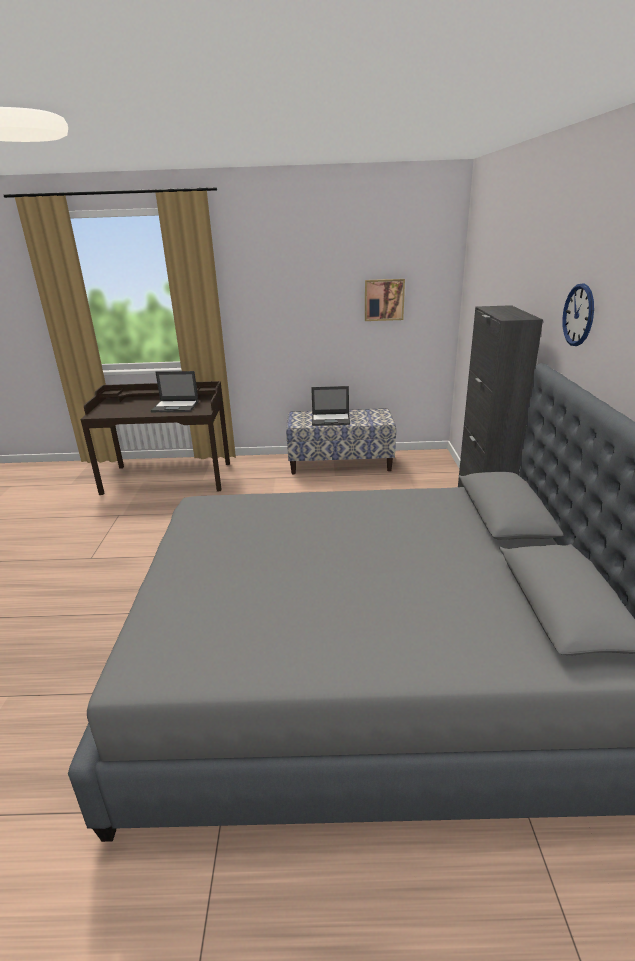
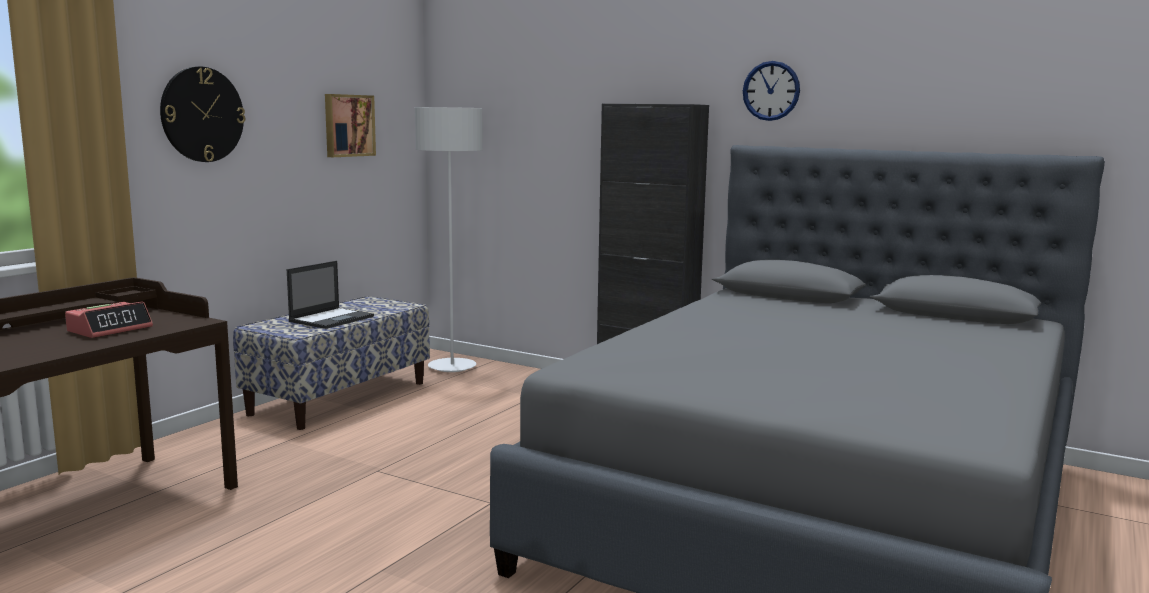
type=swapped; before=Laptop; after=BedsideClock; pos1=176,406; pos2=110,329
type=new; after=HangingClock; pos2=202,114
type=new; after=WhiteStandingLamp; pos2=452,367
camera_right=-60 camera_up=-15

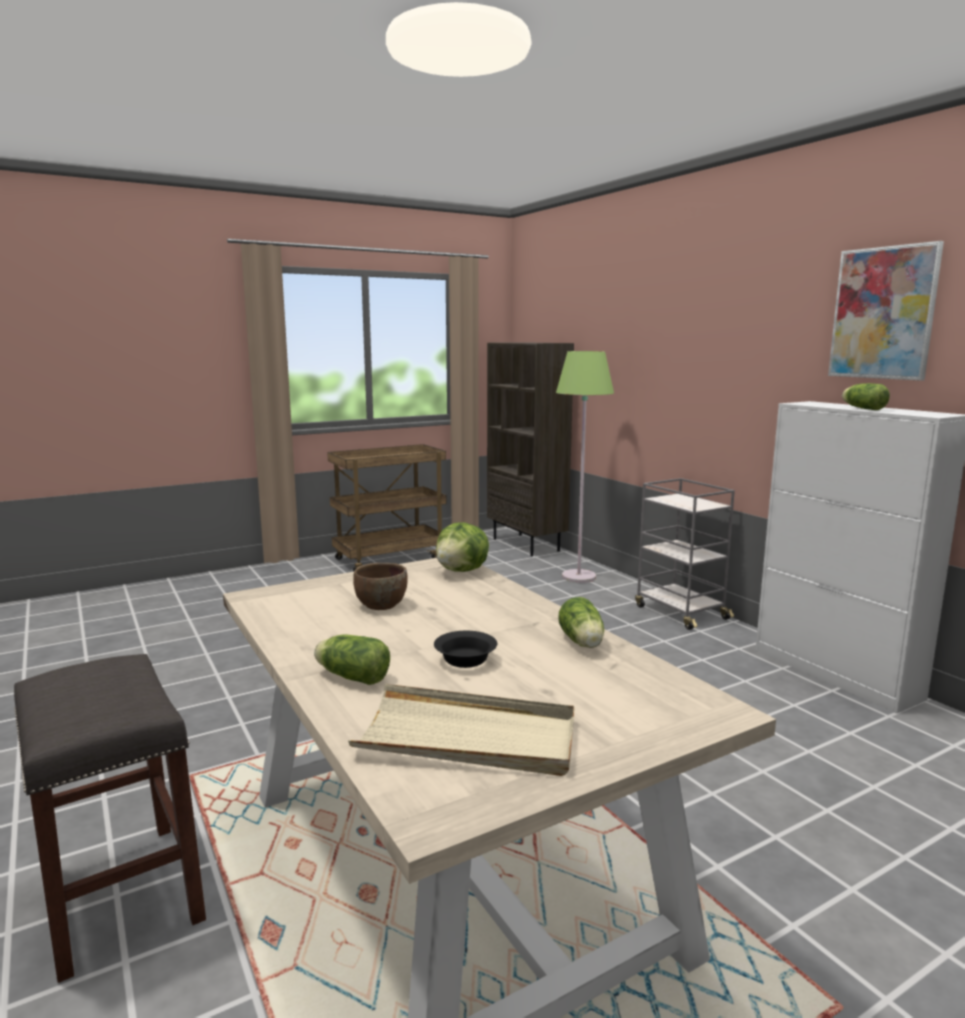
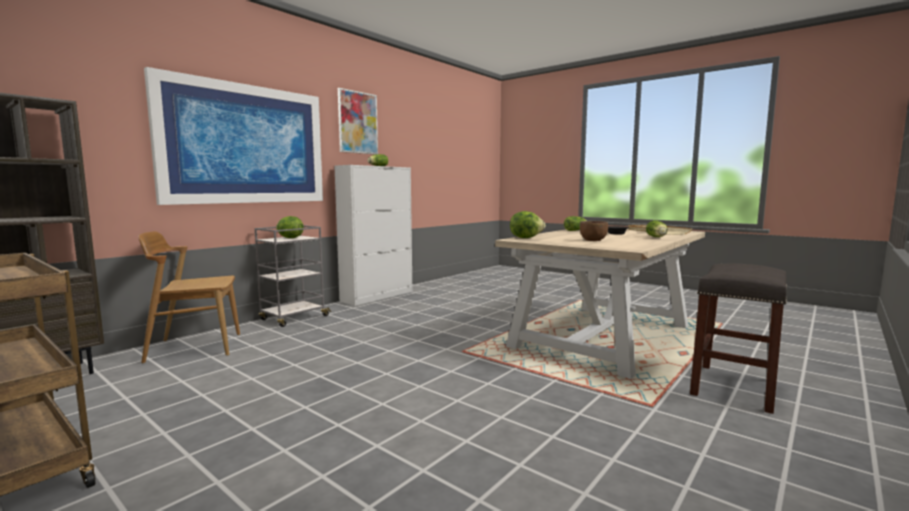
type=swapped; before=GreenColouredStandingLamp; after=BrownColouredChair; pos1=579,577; pos2=194,347
type=new; after=WallArt; pos2=245,144
type=new; after=Lettuce; pos2=289,238
camera_right=-110 camera_up=-5

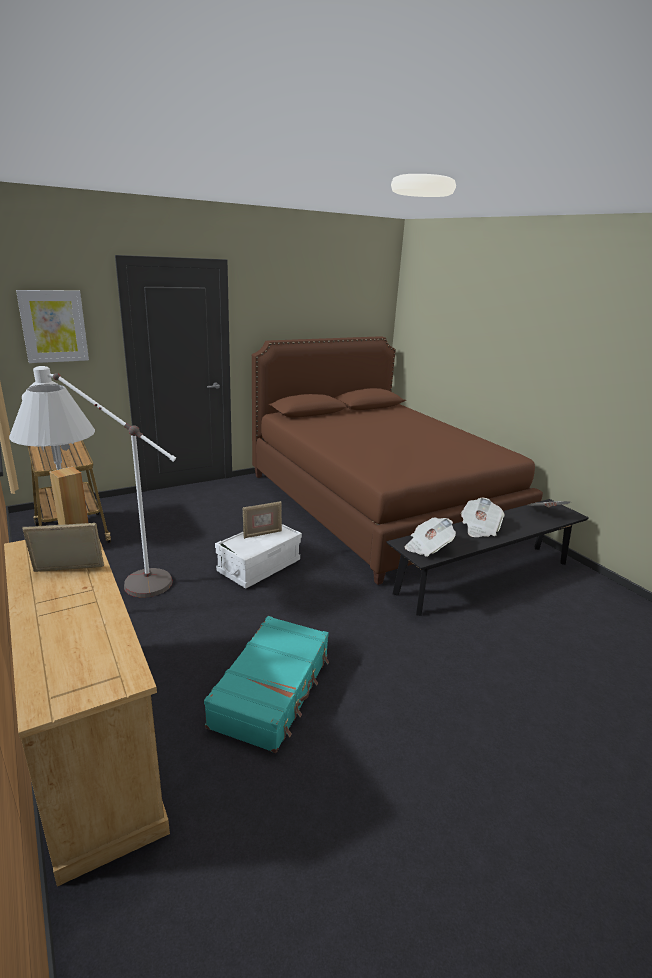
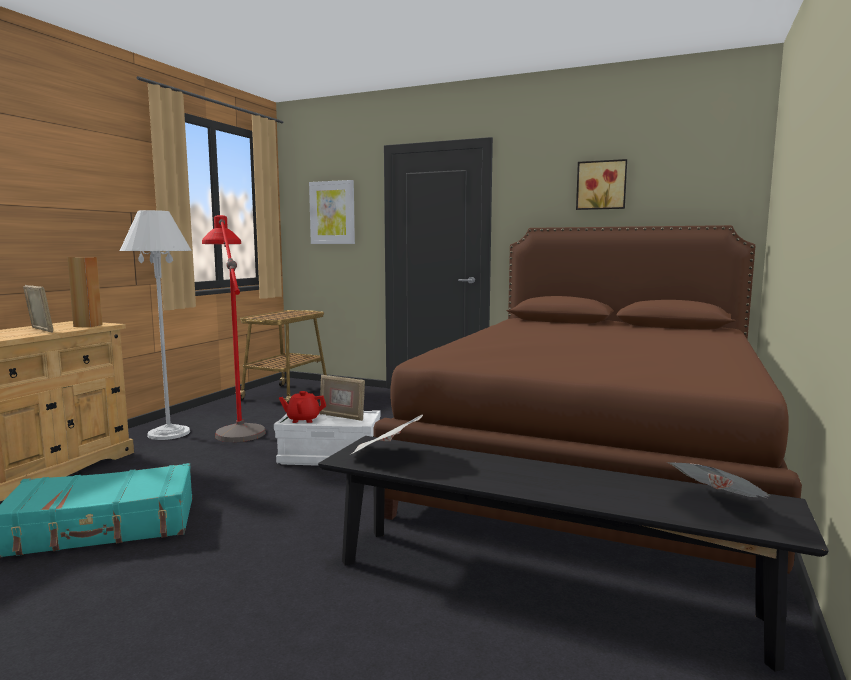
type=repainted; before=WhiteStandingLamp; after=RedColouredStandingLamp; pos1=118,578; pos2=236,424
type=new; after=RedColouredTeaPot; pos2=303,419
type=new; after=WallArt; pos2=601,185
type=gone; before=Newspaper; pos1=479,528
camera_right=55 camera_up=-15

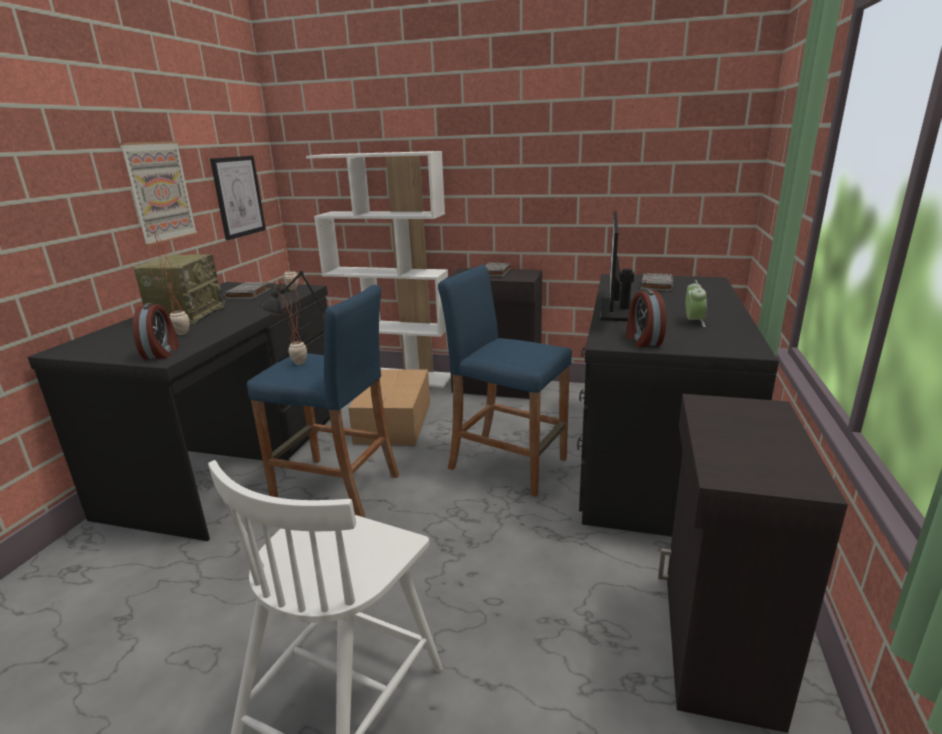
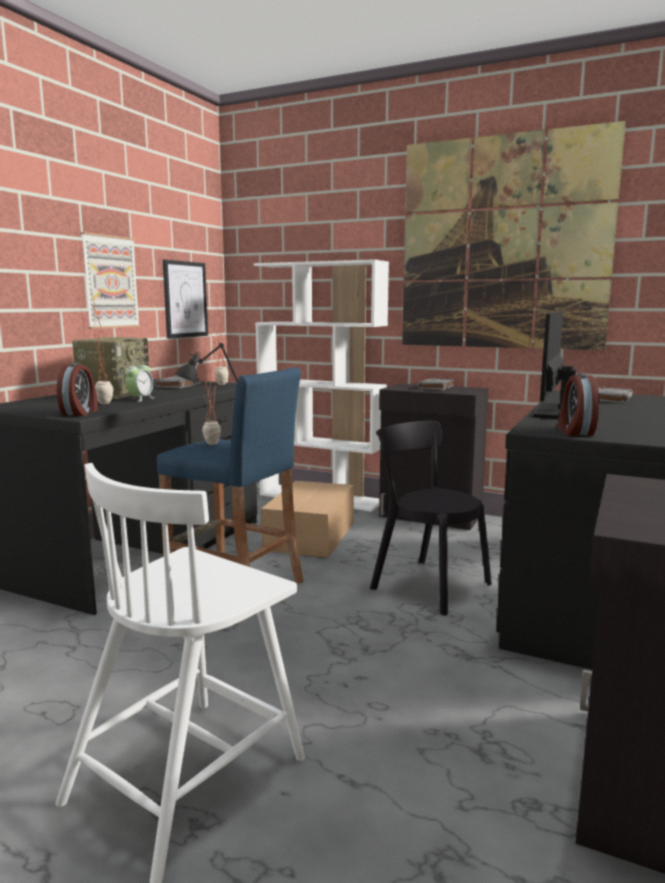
type=shifted; before=BedsideClock; pos1=693,322; pos2=140,399
type=swapped; before=BlueColouredSittingStool; after=BlackChair; pos1=508,464; pos2=426,584
type=new; after=WallArt; pos2=503,244
camera_right=10 camera_up=-10

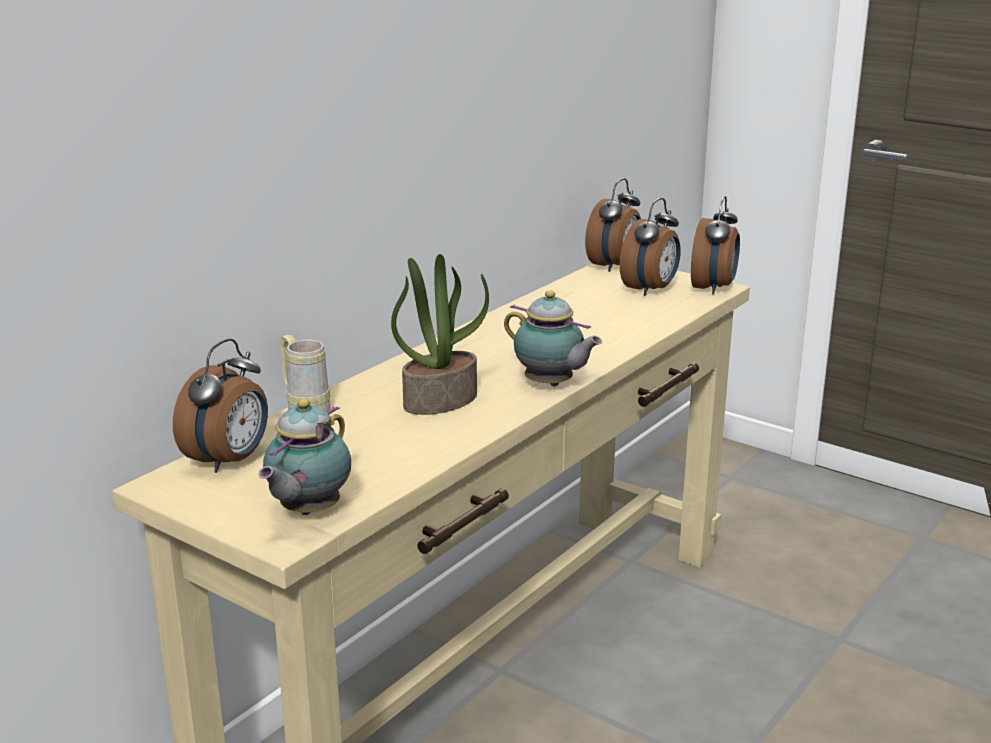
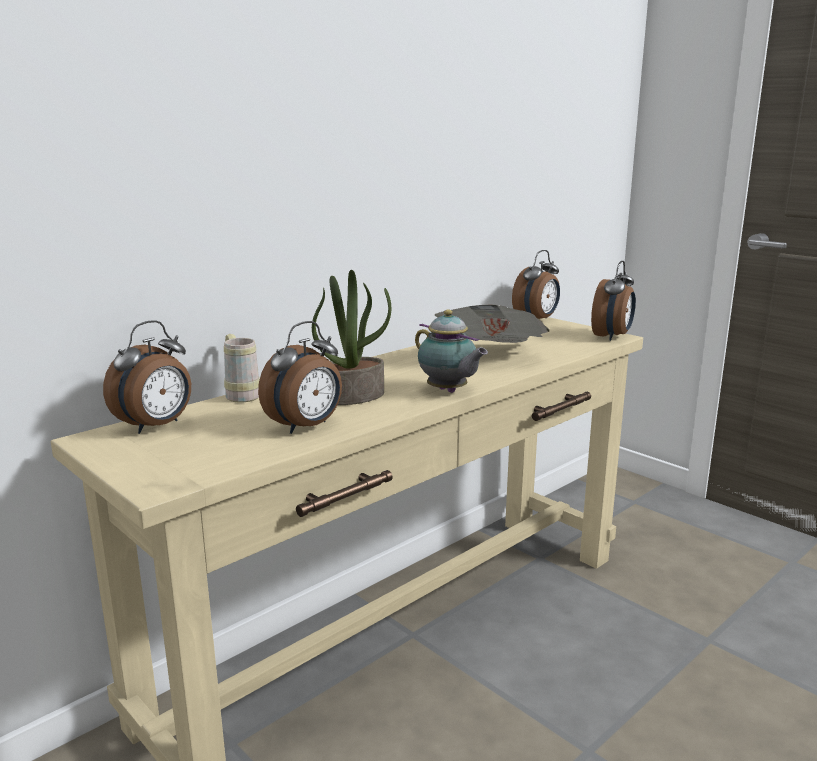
type=shifted; before=BedsideClock; pos1=651,290; pos2=306,427
type=new; after=Newspaper; pos2=493,356
type=gone; before=TeaPot; pos1=307,512
camera_right=10 camera_up=-5

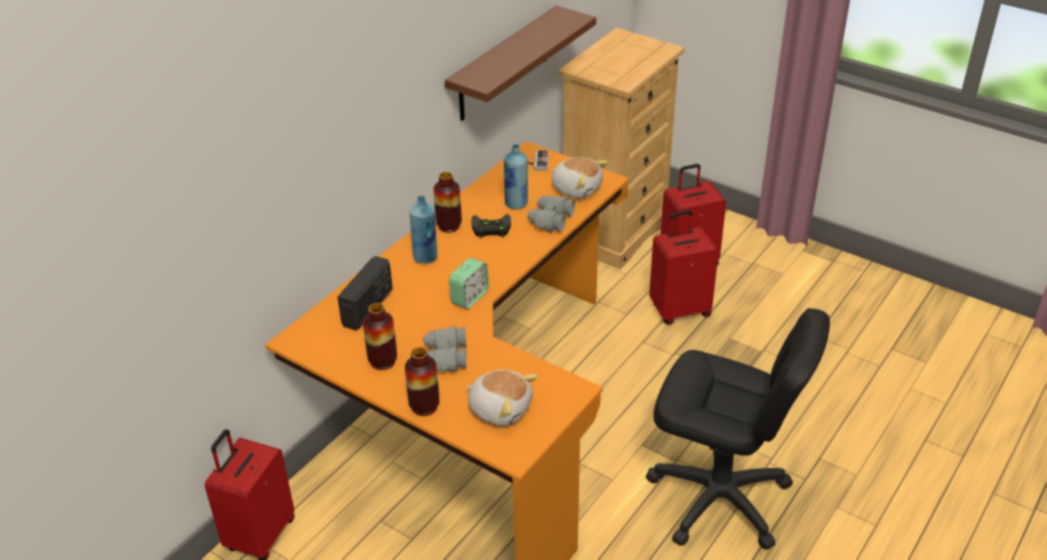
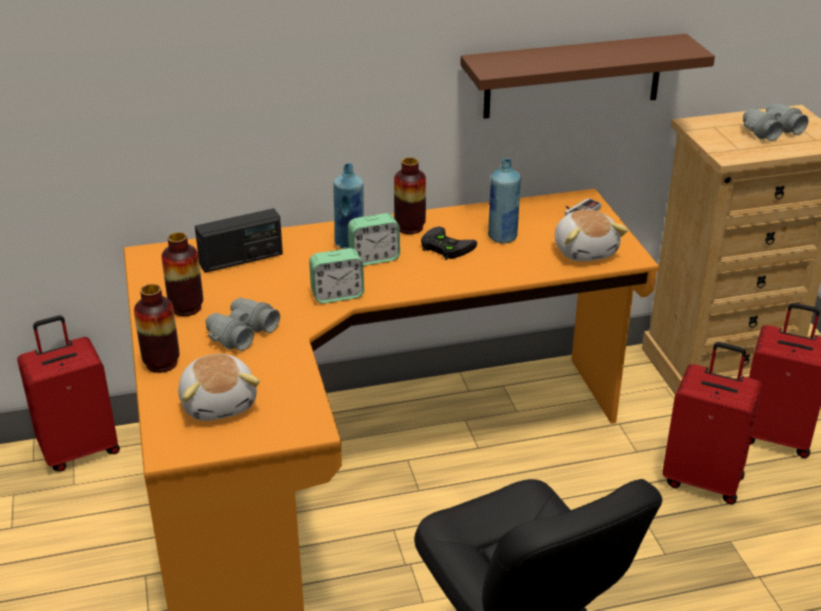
type=new; after=BedsideClock; pos2=374,258
type=shifted; before=GrayPairOfBinoculars; pos1=550,220; pos2=770,131
camera_right=40 camera_up=-5

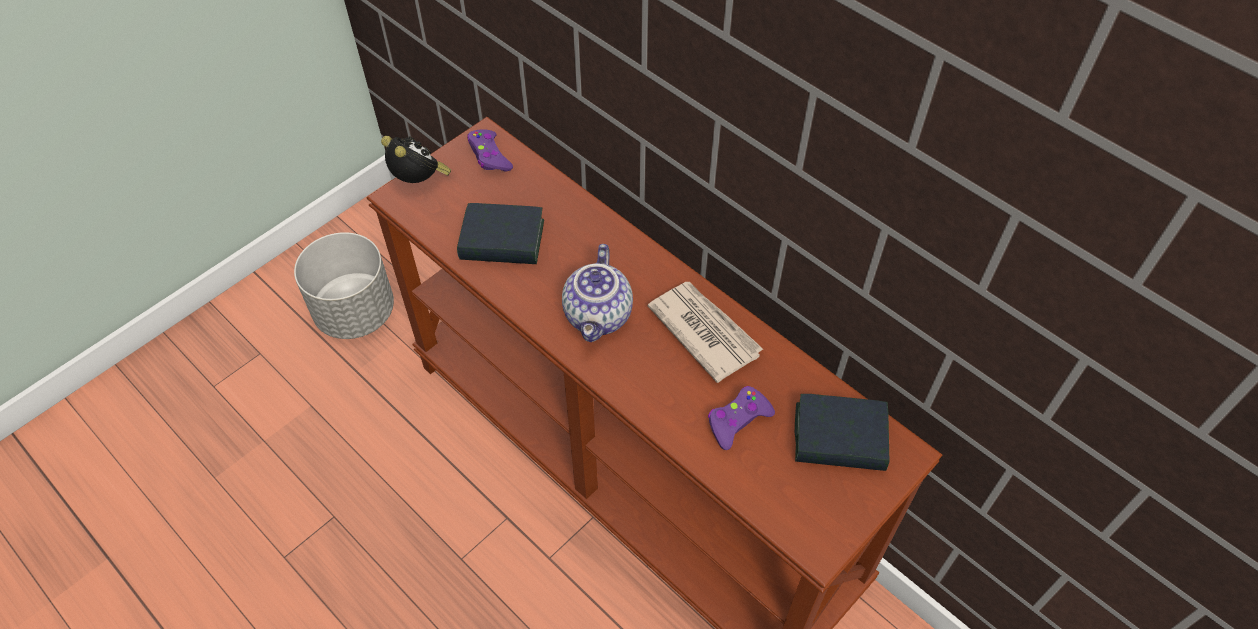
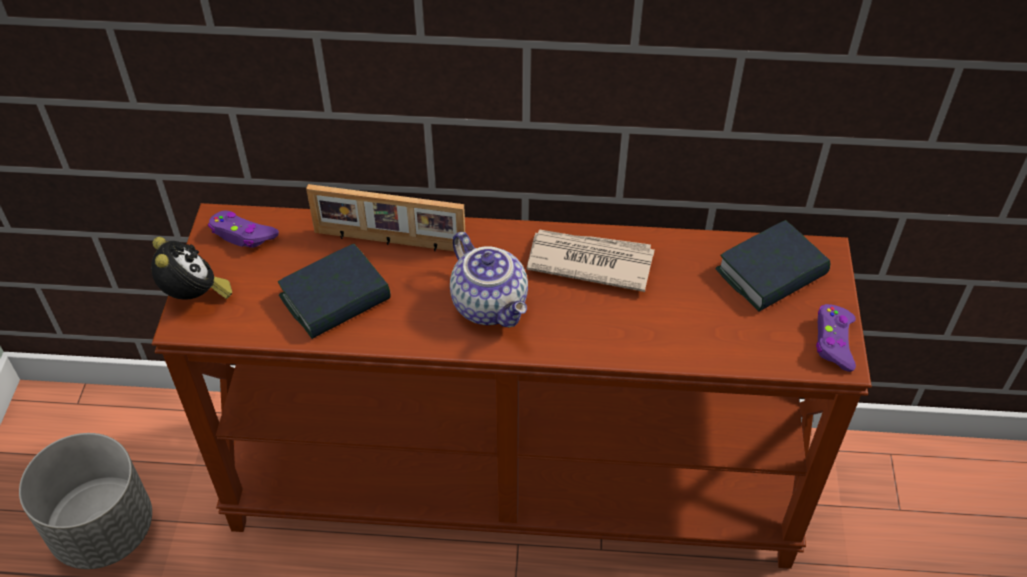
type=rotated; before=BedsideClock; pos1=419,181; pos2=195,297; turn=60
type=new; after=PhotoFrame; pos2=389,242
type=shifted; before=PurplishJoypad; pos1=737,421; pos2=833,342
camera_right=-40 camera_up=-5

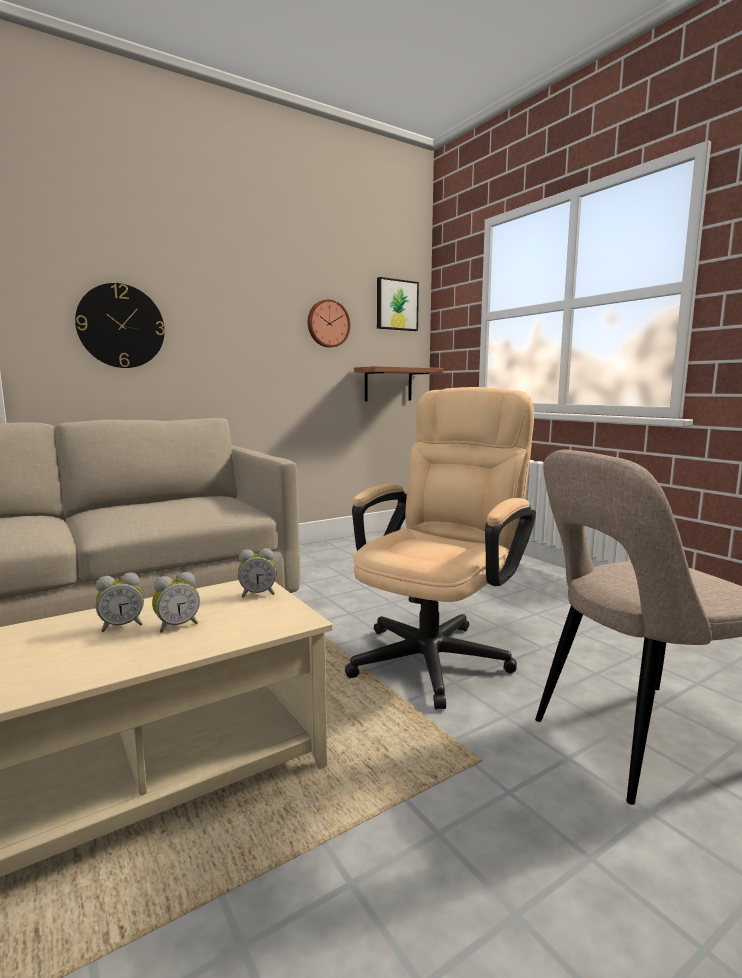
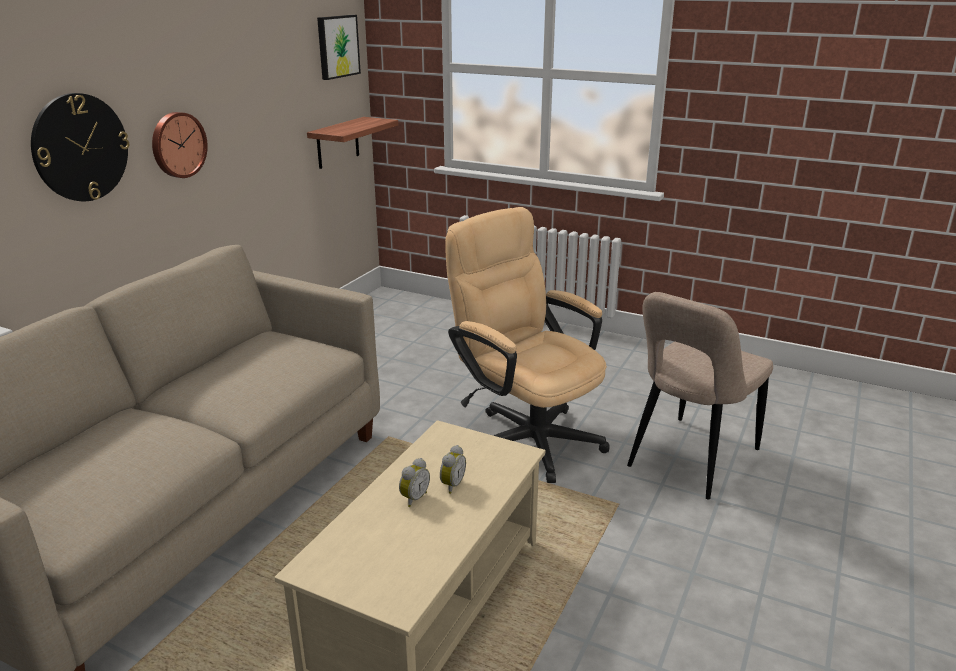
type=shifted; before=HangingClock; pos1=327,324; pos2=177,145
type=rotated; before=BeigeDeskChair; pos1=438,653; pos2=526,435; turn=-45
type=gone; before=BedsideClock; pos1=258,594
camera_right=-30 camera_up=15

